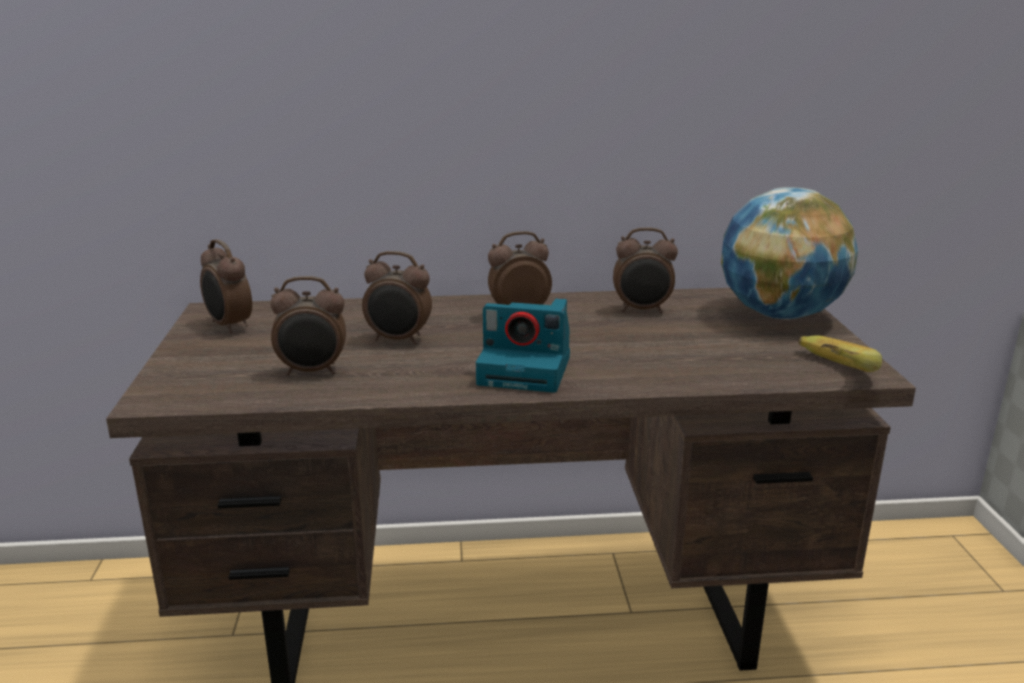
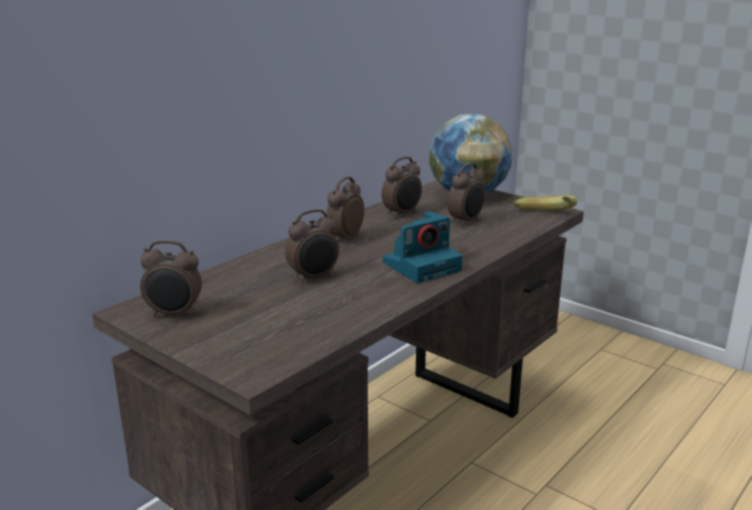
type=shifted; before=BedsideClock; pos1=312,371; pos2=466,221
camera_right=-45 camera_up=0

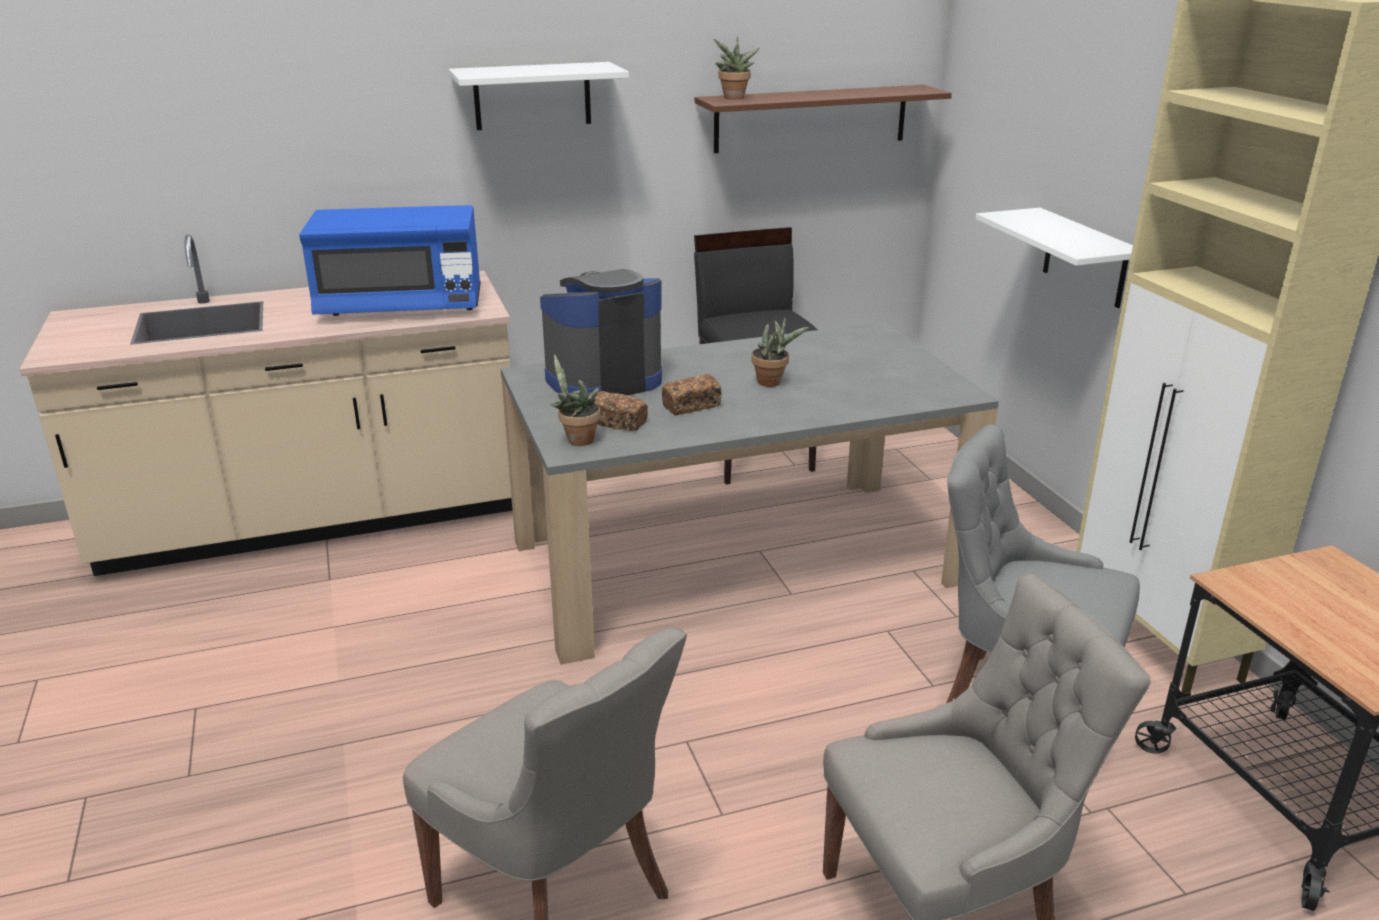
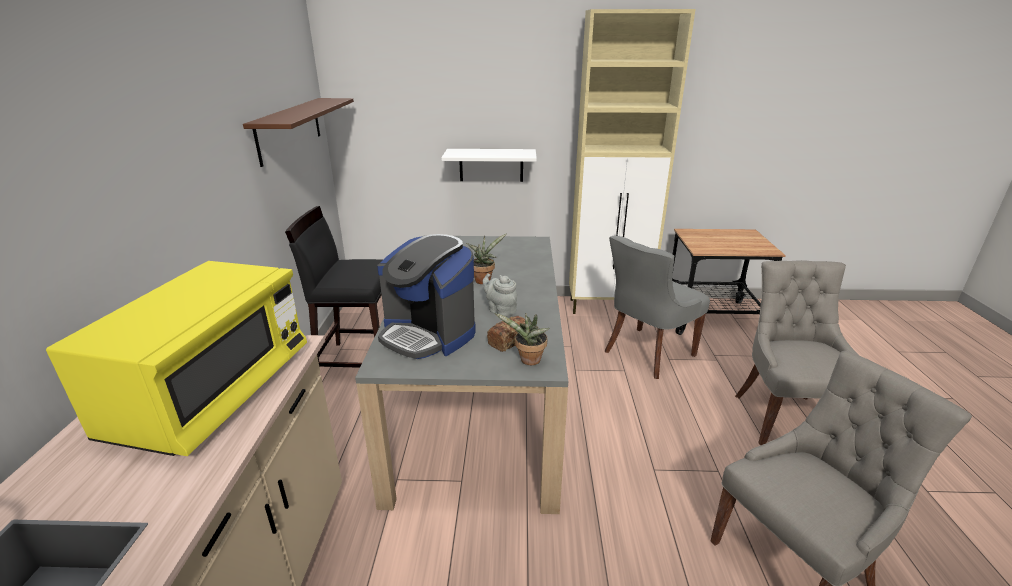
type=repainted; before=BlueColouredKitchenMicrowave; after=YellowColouredKitchenMicrowave; pos1=401,306; pos2=214,393
type=rotated; before=CoffeeMaker; pos1=603,380; pos2=428,334; turn=-45
type=swapped; before=BakedBread; after=GrayTeaPot; pos1=691,406; pos2=500,310
type=gone; before=WhiteBracketShelf; pos1=532,96
type=gone; before=PottedPlant; pos1=733,98
camera_right=-70 camera_up=0

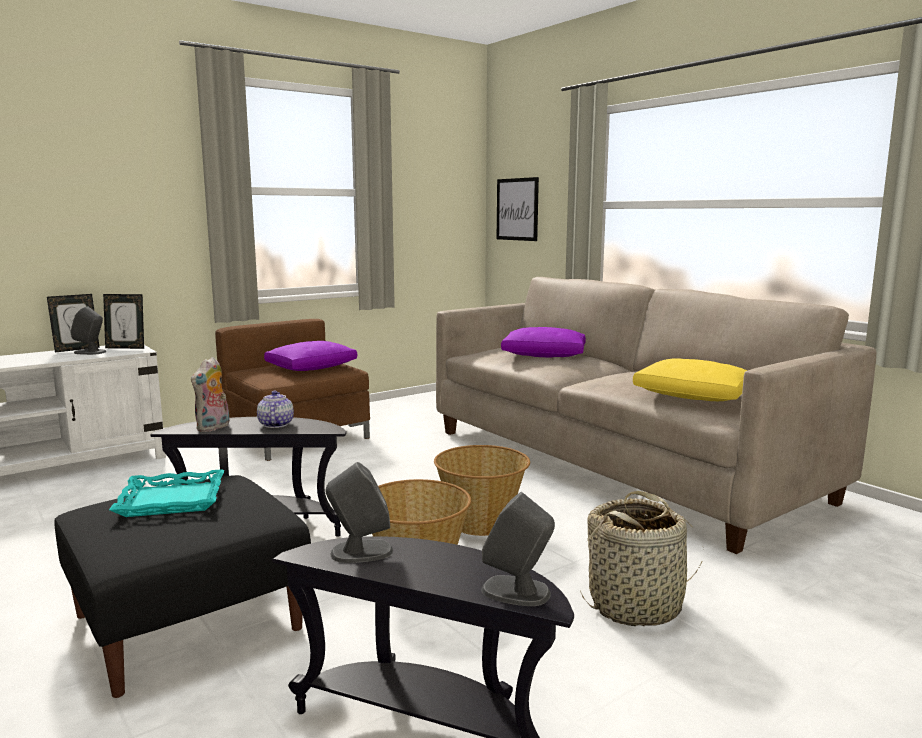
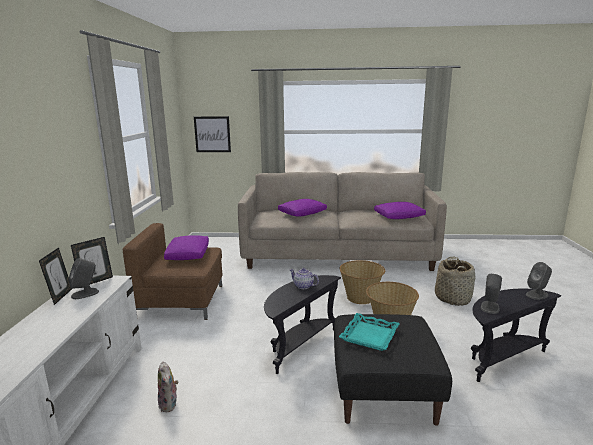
type=shifted; before=CuddlyToy; pos1=214,428; pos2=169,404
type=repainted; before=YellowColouredPillow; after=PurplishPillow; pos1=695,396; pos2=399,217
camera_right=-50 camera_up=5

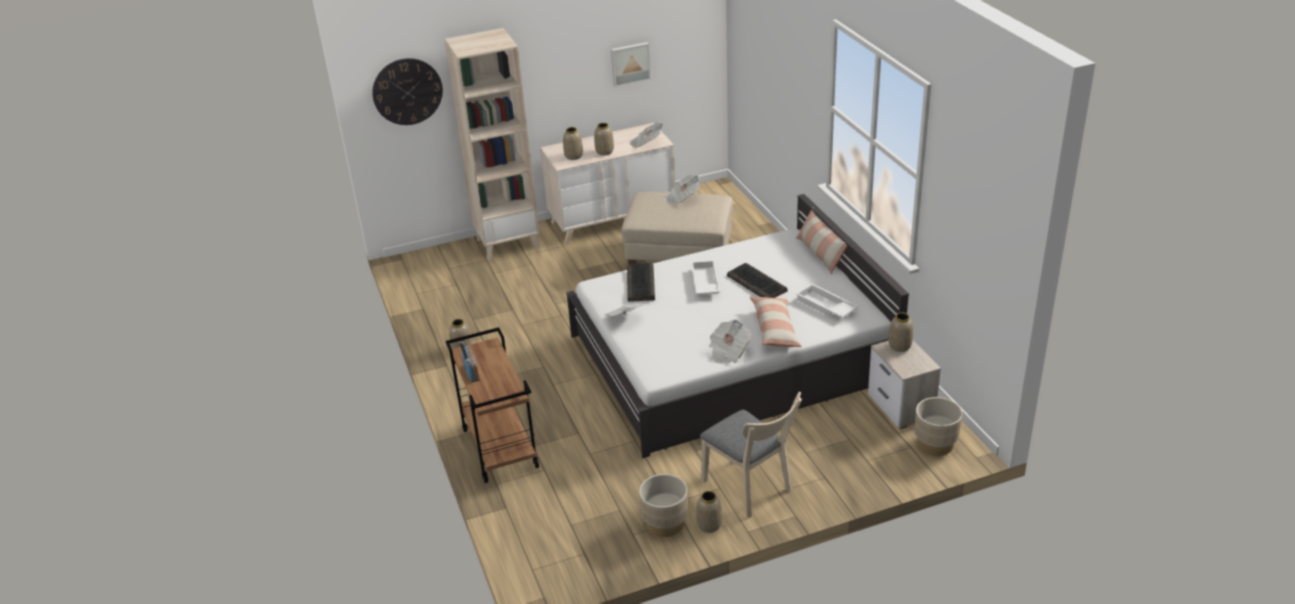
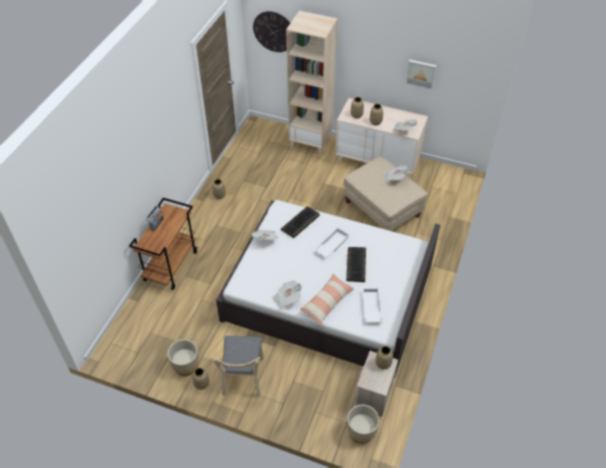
type=gone; before=Pillow; pos1=820,254
camera_right=40 camera_up=15

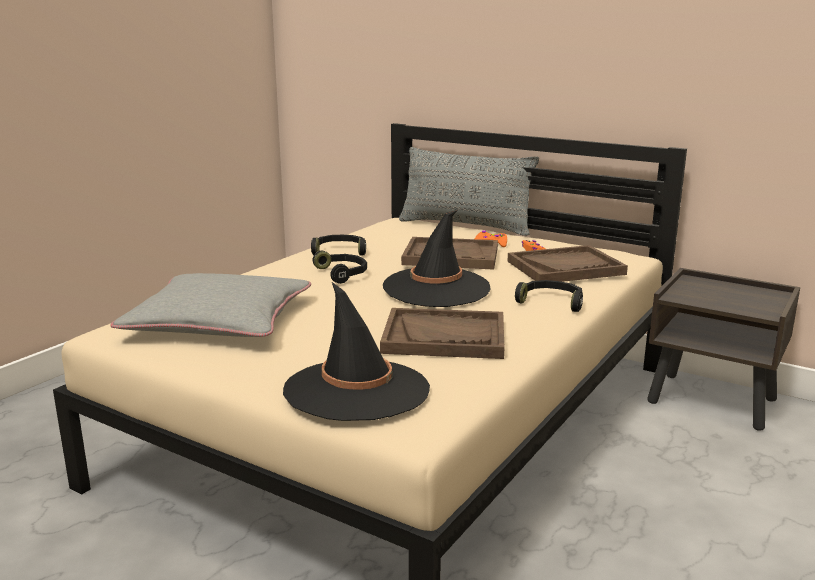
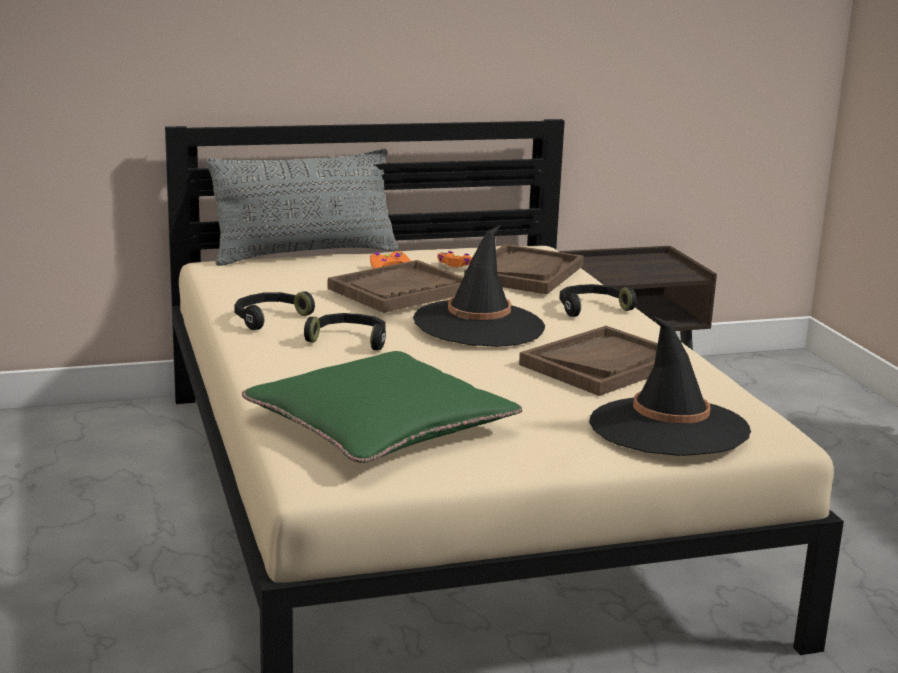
type=repainted; before=GrayPillow; after=GreenColouredPillow; pos1=219,320; pos2=380,425
camera_right=-50 camera_up=0

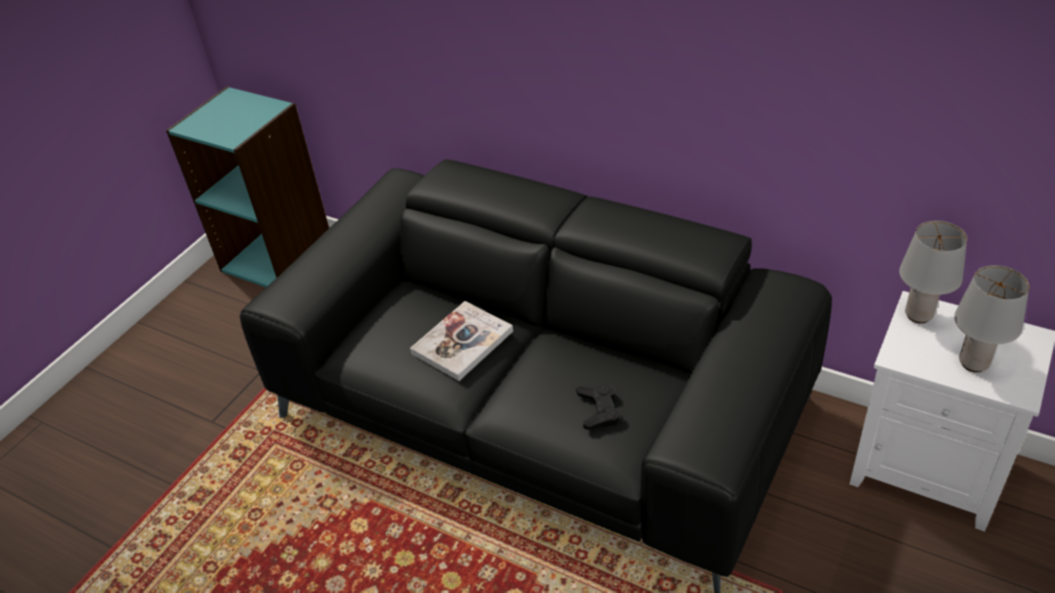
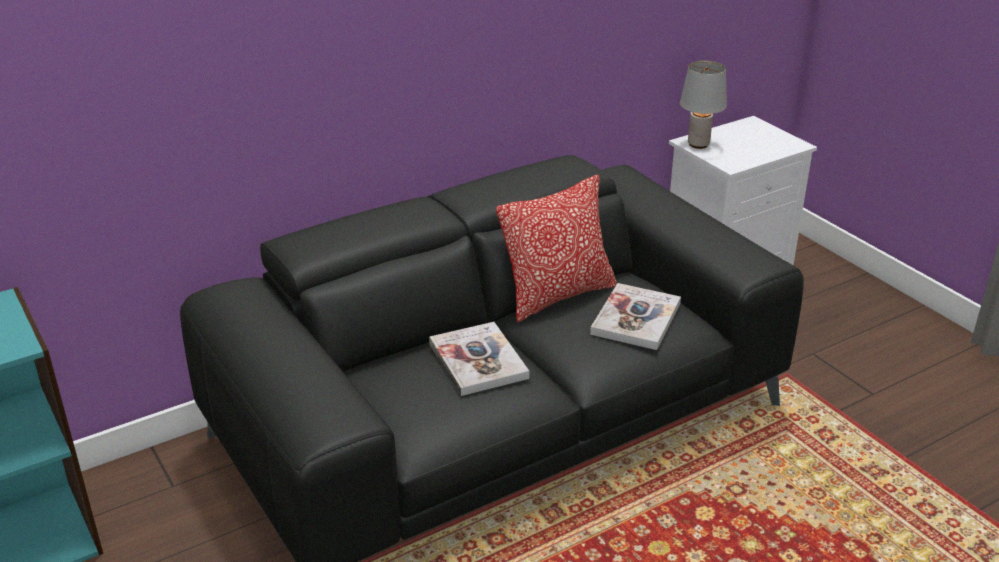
type=new; after=Pillow; pos2=557,295
type=swapped; before=BlackJoypad; after=BoundBook; pos1=599,410; pos2=636,319
type=gone; before=GrayTableLamp; pos1=972,362
camera_right=-65 camera_up=-10

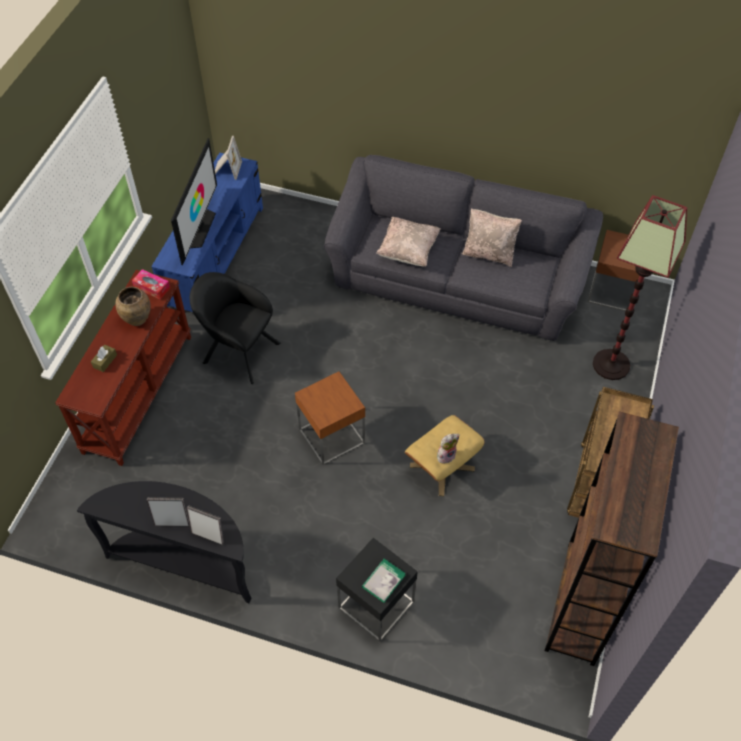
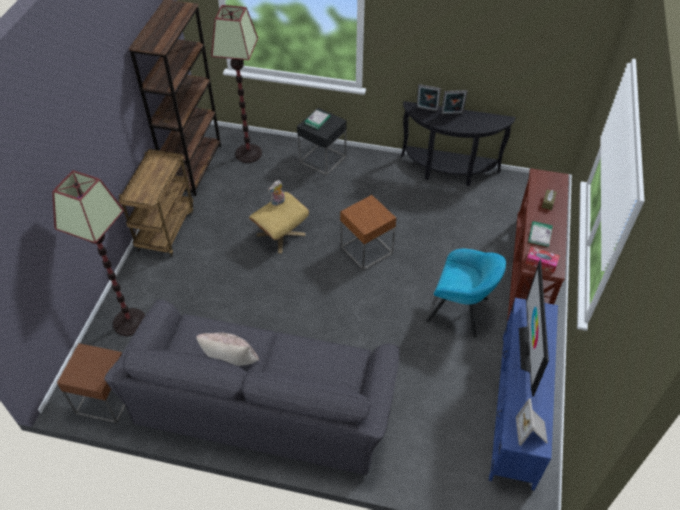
type=new; after=StandingLamp; pos2=248,153
type=repainted; before=BlackEasyChair; after=TurquoiseEasyChair; pos1=238,351; pos2=461,311
type=swapped; before=BrownColouredDecorativeVase; after=BoundBook; pos1=137,320; pos2=540,235
type=gone; before=BeigePillow; pos1=408,251
camera_right=175 camera_up=-5

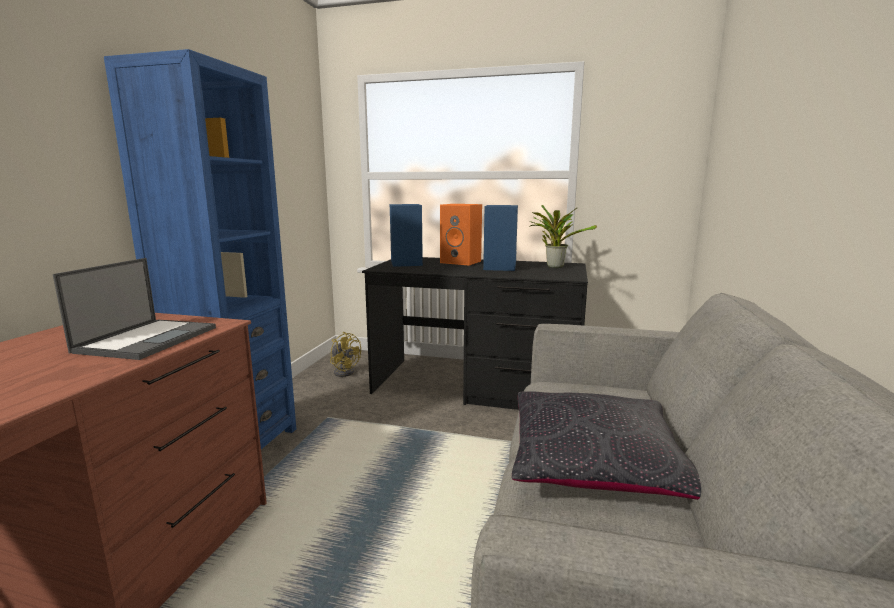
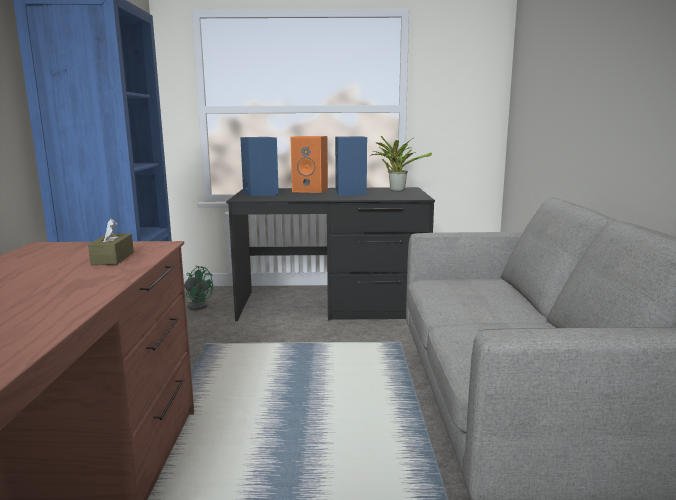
type=swapped; before=Laptop; after=BrownColouredTissueBox; pos1=148,339; pos2=113,258
type=repainted; before=YellowColouredElectricFan; after=GreenColouredElectricFan; pos1=345,371; pos2=197,305
type=gone; before=BlackPillow; pos1=594,463
camera_right=-15 camera_up=0

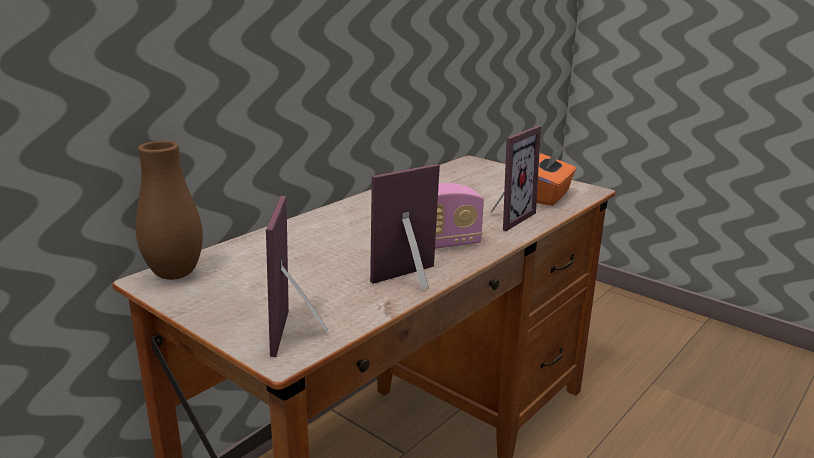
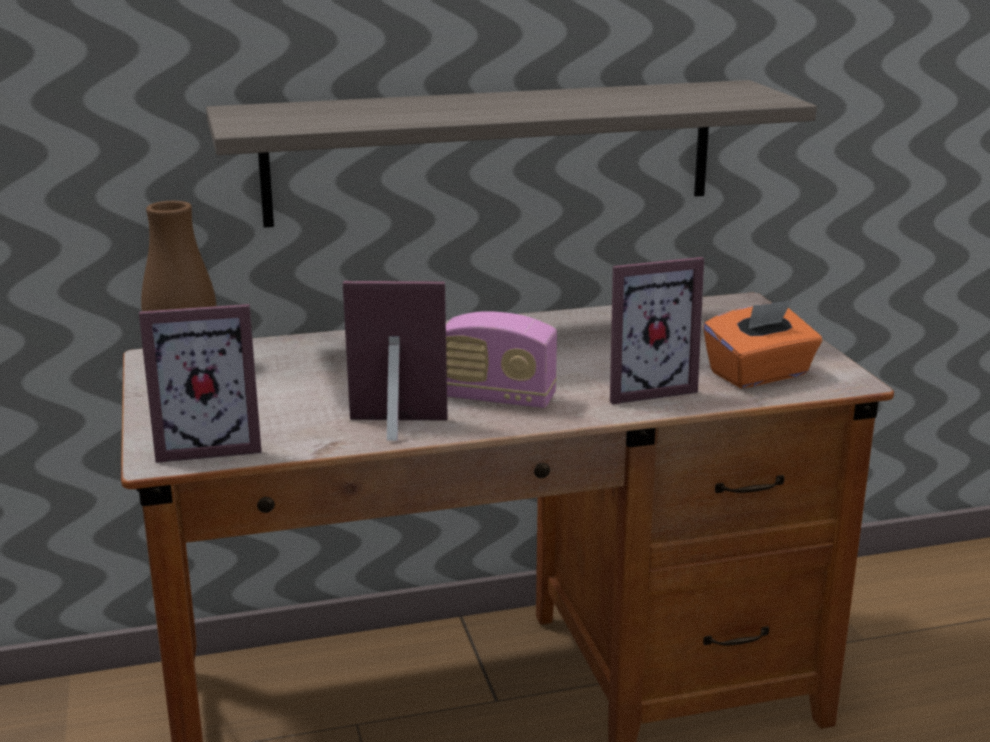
type=rotated; before=PhotoFrame; pos1=302,332; pos2=209,445; turn=-135
type=new; after=BracketShelf; pos2=492,152
camera_right=35 camera_up=0

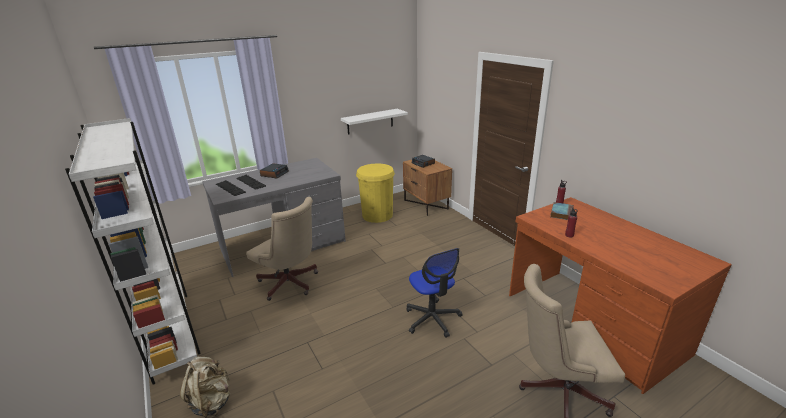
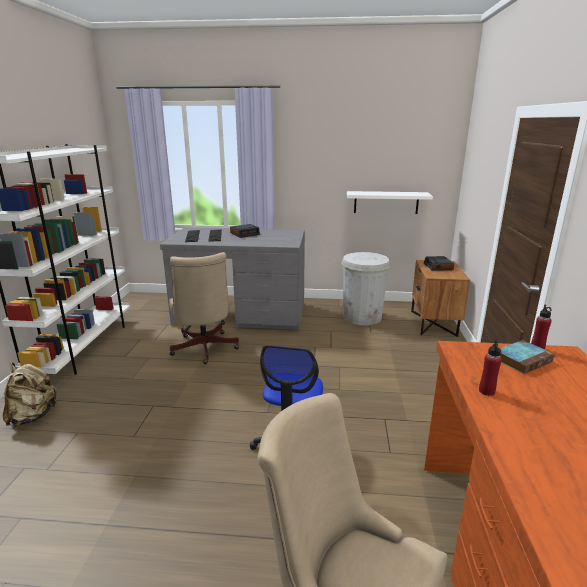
type=repainted; before=YellowColouredTrashCan; after=WhiteTrashCan; pos1=377,215; pos2=362,317
camera_right=35 camera_up=-5

